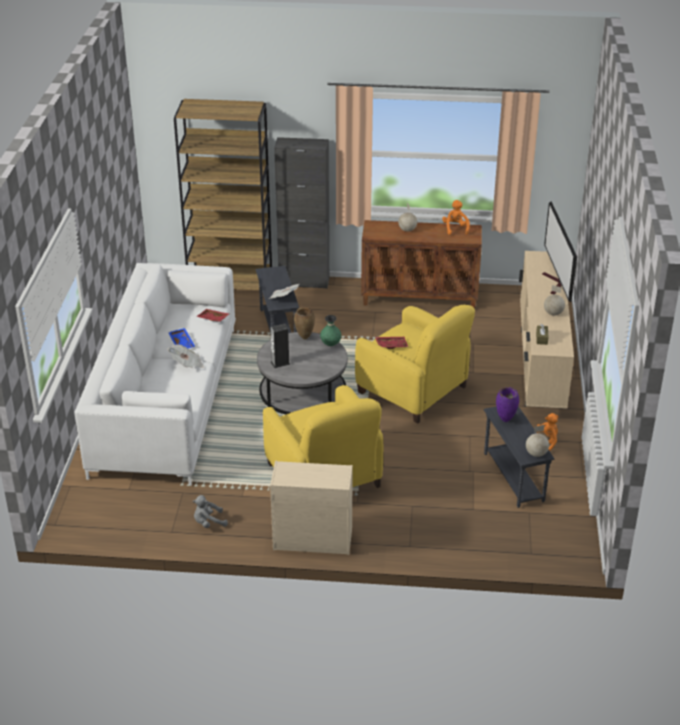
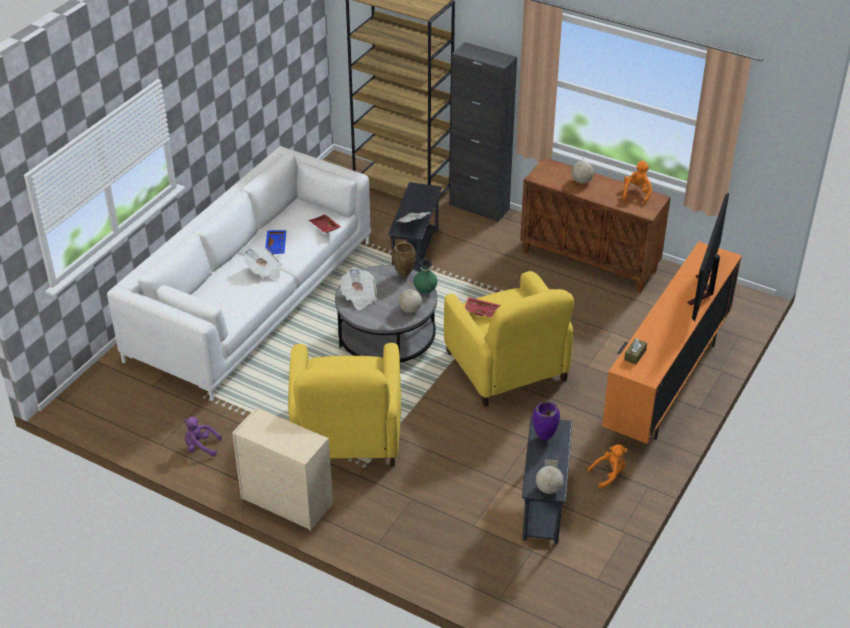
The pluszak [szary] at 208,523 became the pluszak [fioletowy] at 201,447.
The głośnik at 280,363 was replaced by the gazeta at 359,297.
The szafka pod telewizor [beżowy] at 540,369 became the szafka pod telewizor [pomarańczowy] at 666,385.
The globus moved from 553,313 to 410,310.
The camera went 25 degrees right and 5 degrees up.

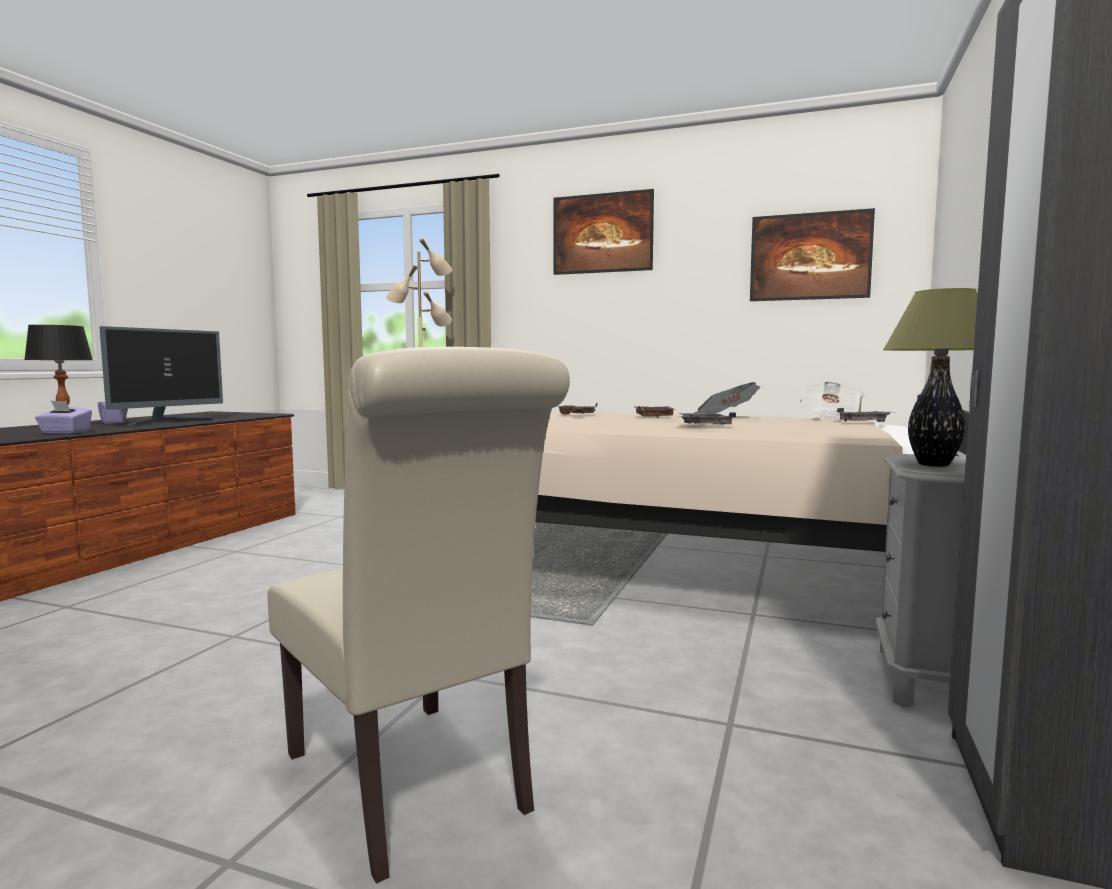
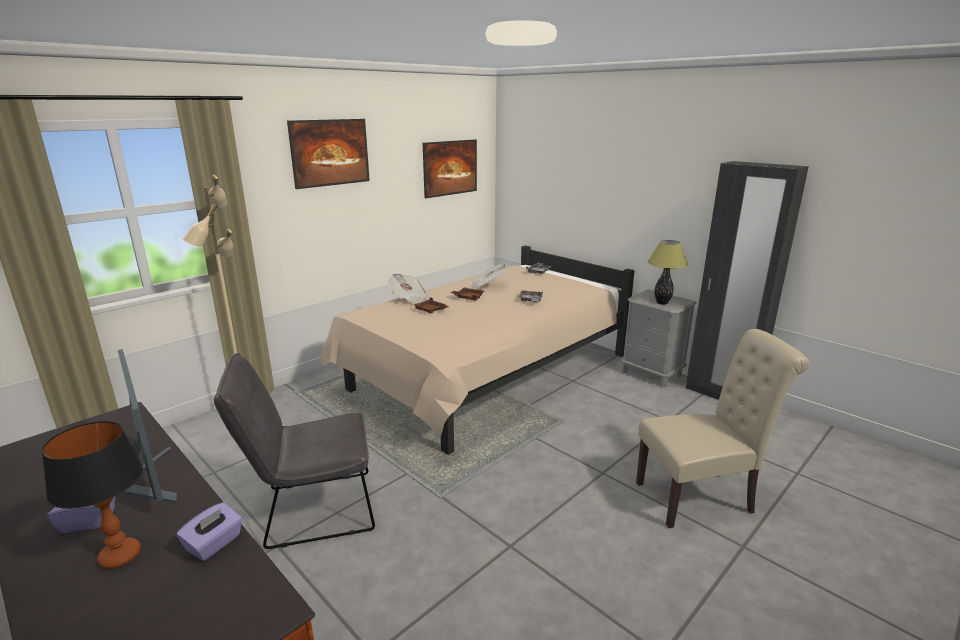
The gazeta moved from 831,418 to 408,299.
The krzesło [szary] at 311,510 appeared.
The camera went 65 degrees left and 15 degrees up.

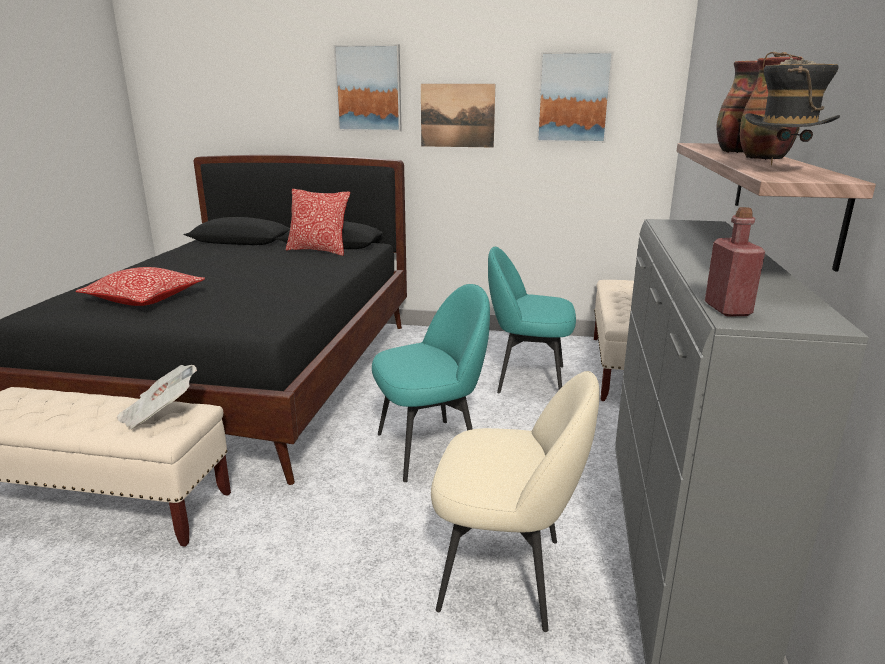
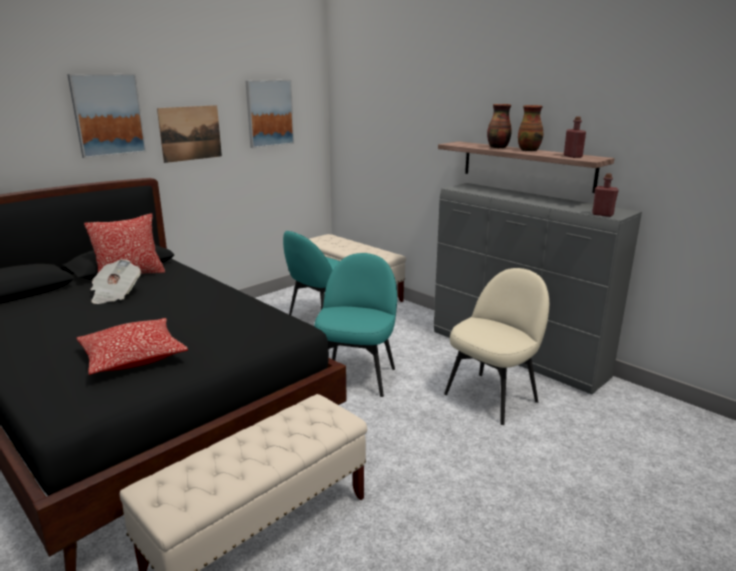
The gazeta moved from 159,414 to 115,294.
The kapelusz at 781,171 was replaced by the butelka [czerwony] at 572,156.
The camera went 55 degrees left and 0 degrees up.

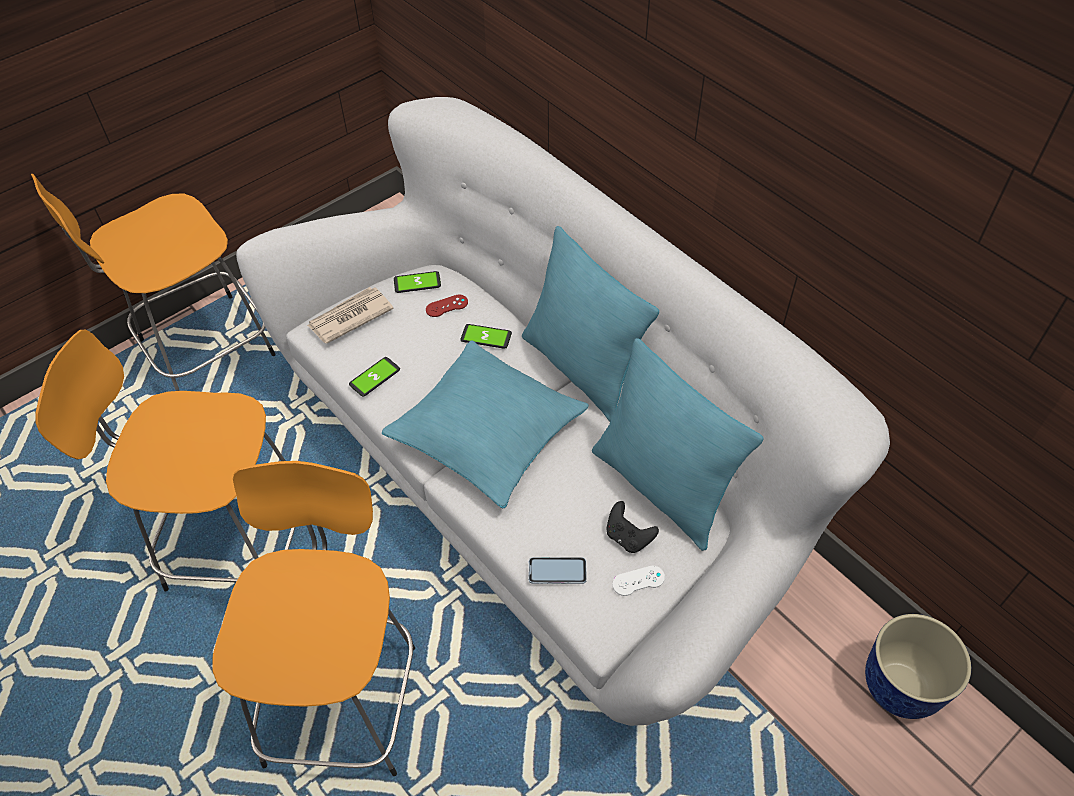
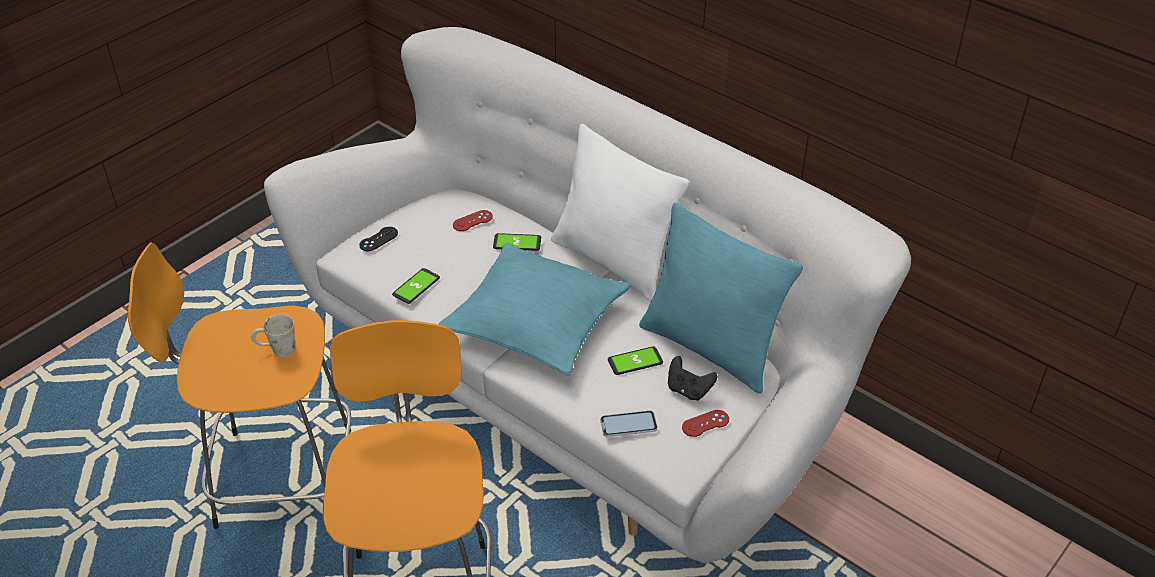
The stołek [pomarańczowy] at 202,350 disappeared.
The gazeta at 349,317 was replaced by the pad do gier [czarny] at 378,239.
The telefon moved from 417,283 to 635,361.
The poduszka [turkusowy] at 581,369 became the poduszka [biały] at 613,262.
The pad do gier [biały] at 638,581 became the pad do gier [czerwony] at 705,423.
The donica at 901,687 disappeared.
The kubek [biały] at 276,350 appeared.
The camera went 10 degrees left and 10 degrees down.

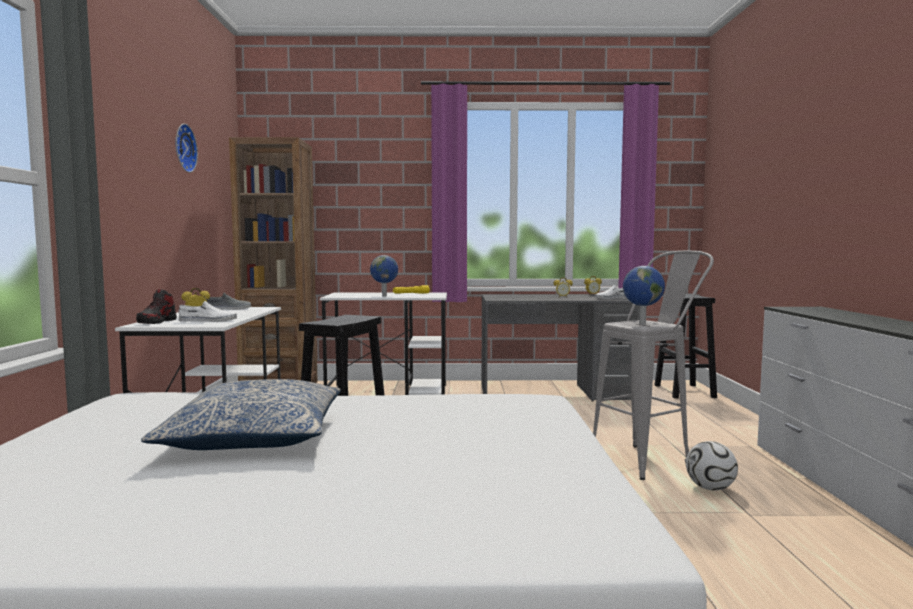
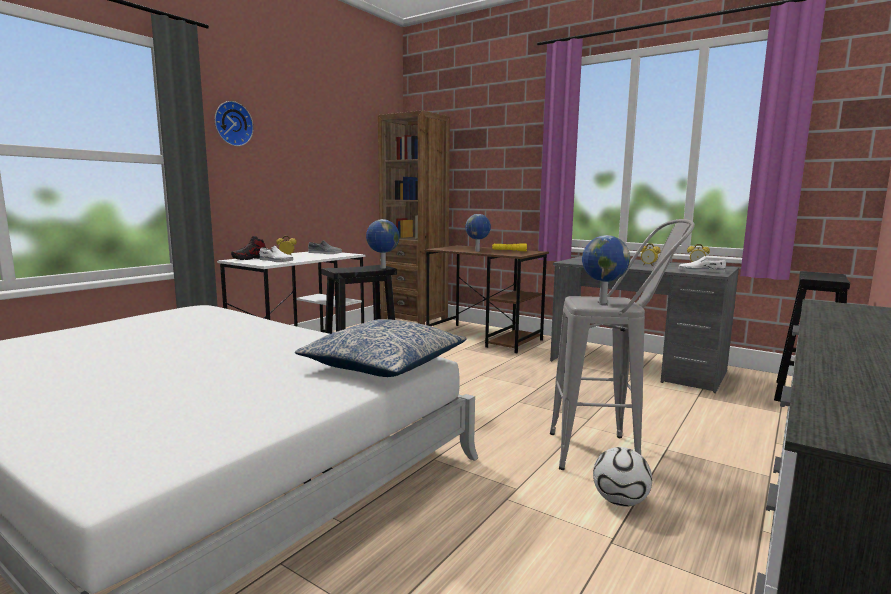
The poduszka moved from 255,436 to 384,364.
The zegar ścienny moved from 183,148 to 232,124.
The biurko [biały] at 389,392 became the biurko [brązowy] at 484,338.
The globus at 382,268 appeared.
The camera went 35 degrees right and 5 degrees up.

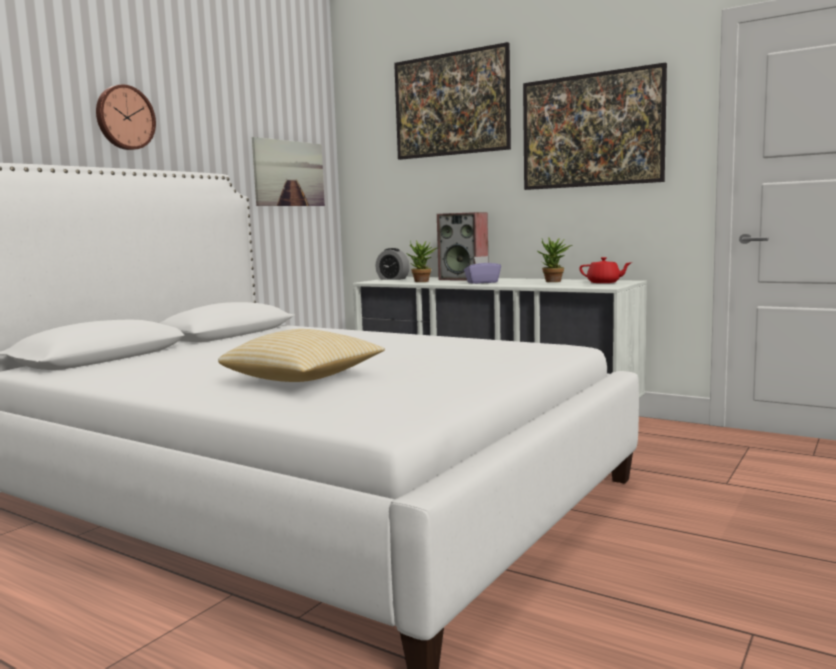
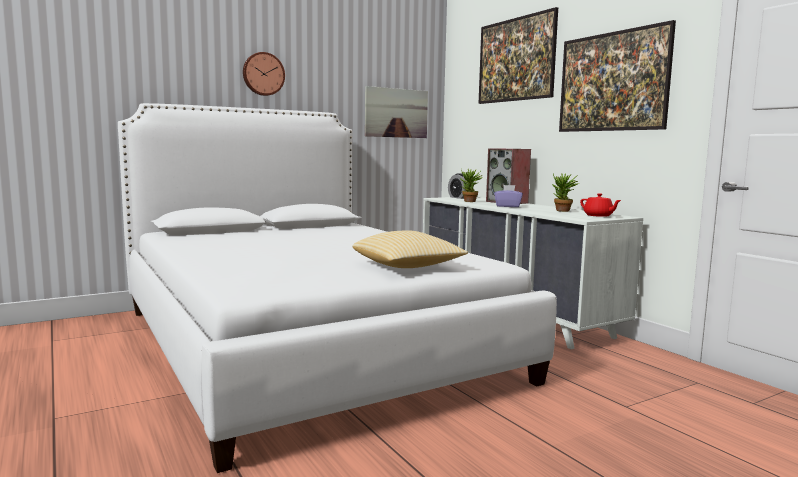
The poduszka moved from 303,379 to 407,267.
The camera went 25 degrees right and 0 degrees up.

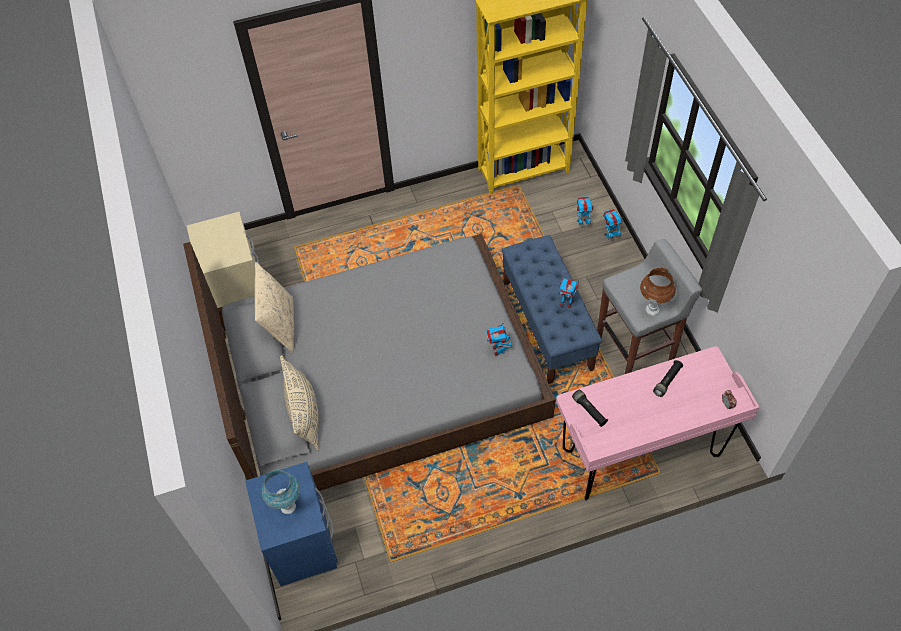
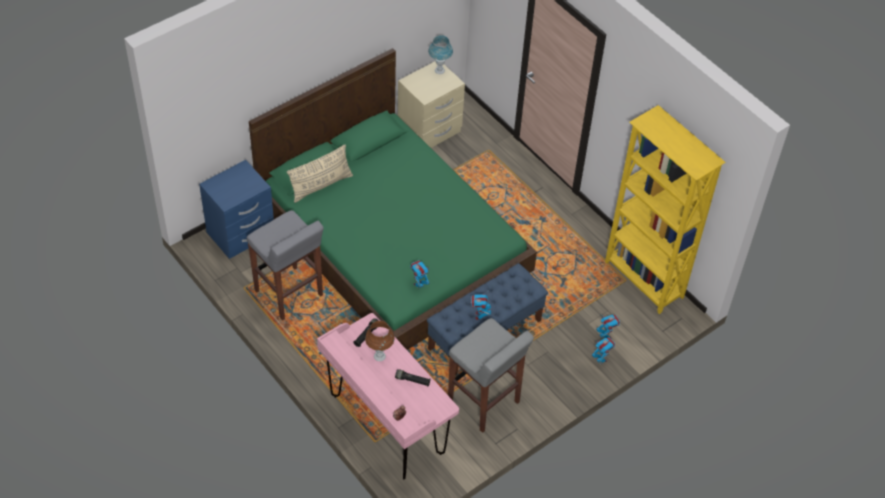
The łóżko [szary] at 379,375 became the łóżko [zielony] at 393,238.
The poduszka [beżowy] at 280,326 disappeared.
The lampa stołowa [niebieski] moved from 288,507 to 439,71.
The lampa stołowa [brązowy] moved from 652,310 to 379,356.
The stołek [szary] at 289,294 appeared.
The camera went 65 degrees right and 5 degrees down.

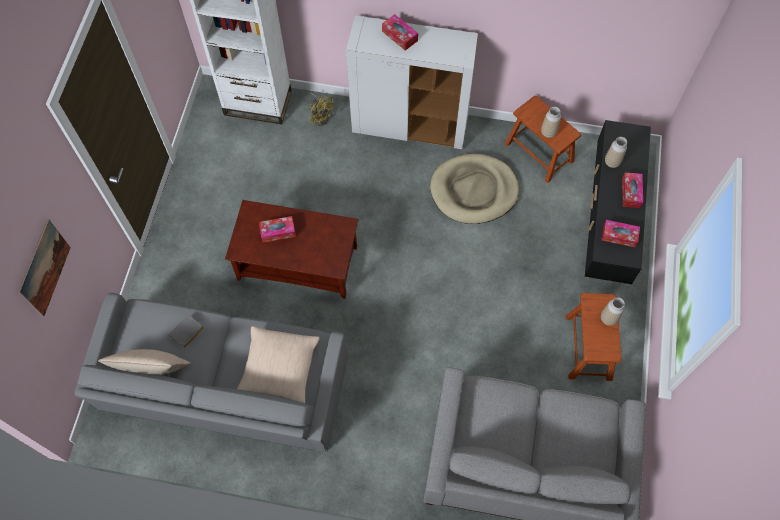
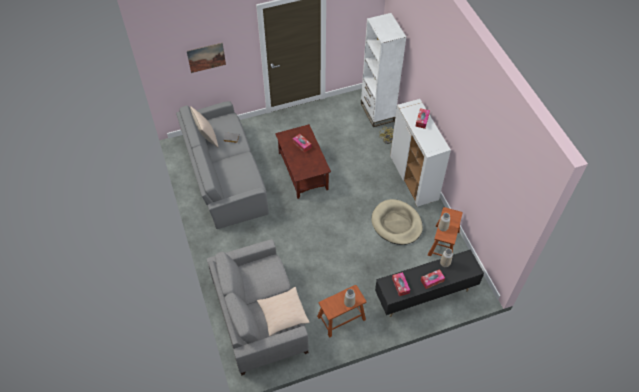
The poduszka [beżowy] moved from 279,368 to 283,314.
The camera went 60 degrees right and 10 degrees down.

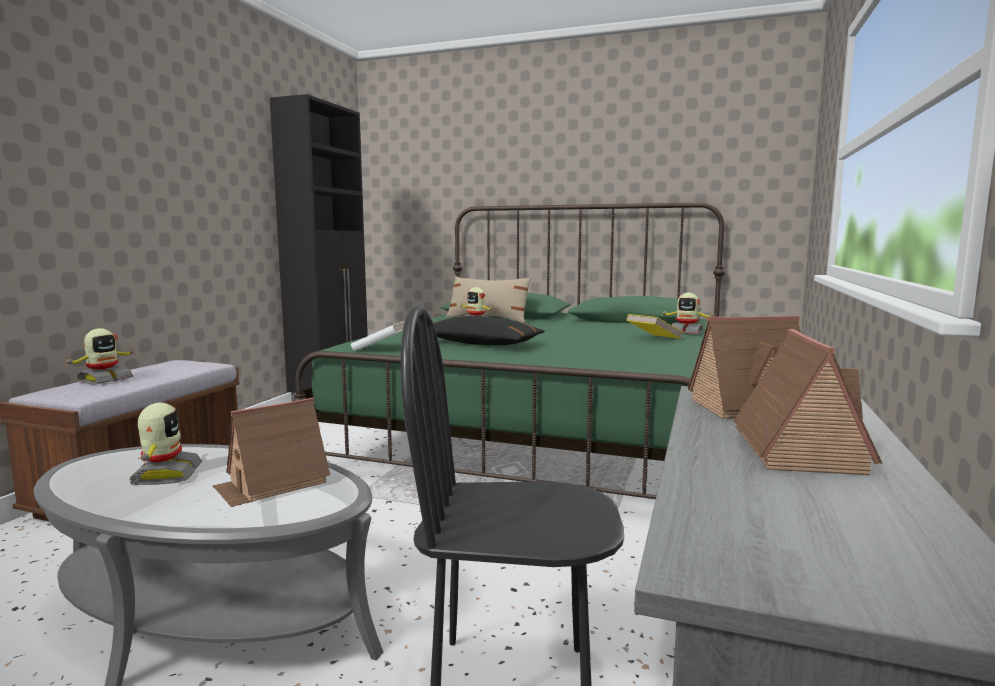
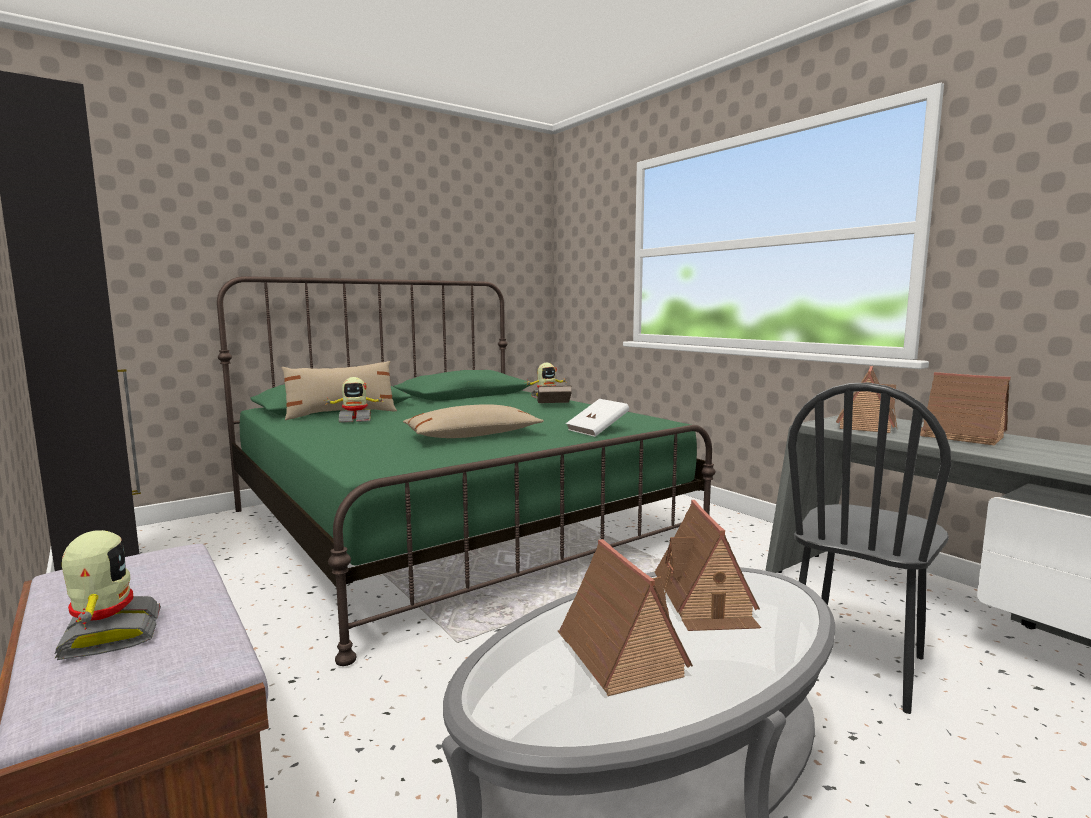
The robot zabawkowy at 165,475 was replaced by the domek at 618,655.
The książka [biały] moved from 382,348 to 597,430.
The poduszka [czarny] at 480,344 became the poduszka [beżowy] at 472,436.
The książka [żółty] at 654,338 became the książka [brązowy] at 553,405.
The camera went 55 degrees left and 0 degrees up.

